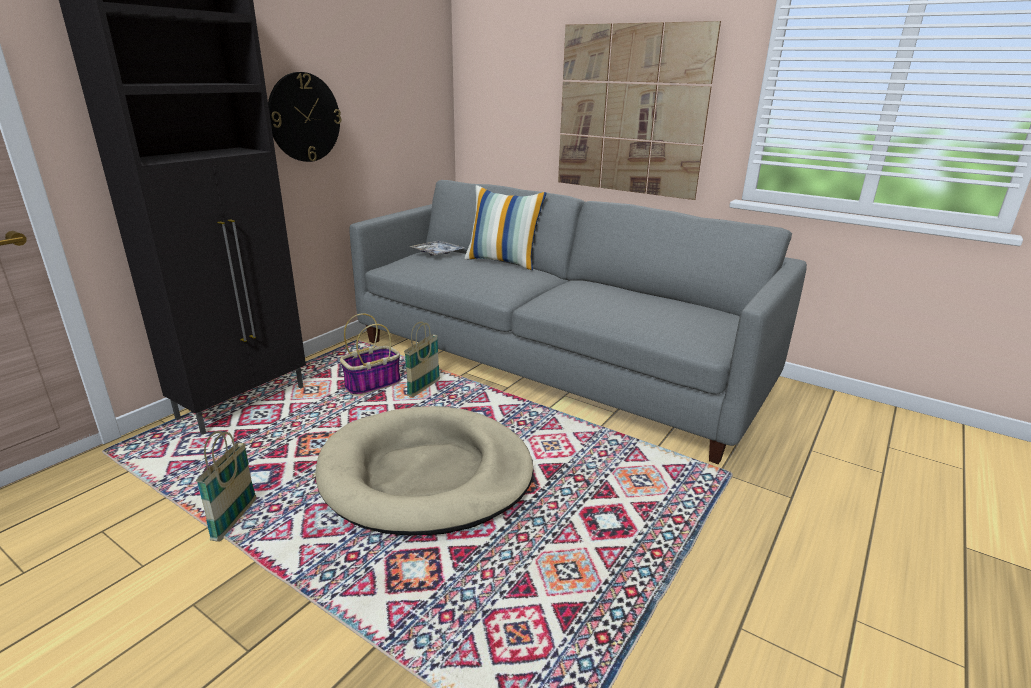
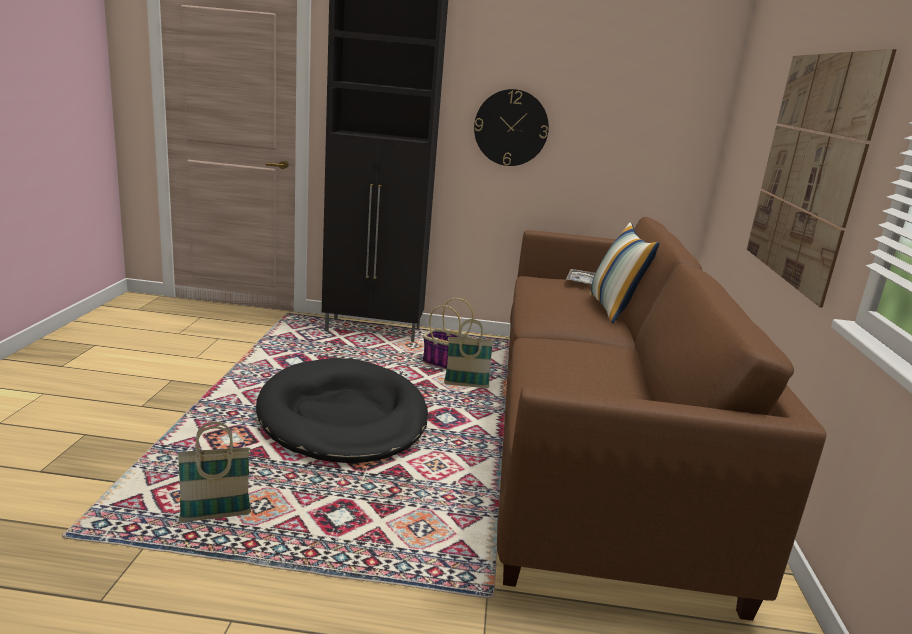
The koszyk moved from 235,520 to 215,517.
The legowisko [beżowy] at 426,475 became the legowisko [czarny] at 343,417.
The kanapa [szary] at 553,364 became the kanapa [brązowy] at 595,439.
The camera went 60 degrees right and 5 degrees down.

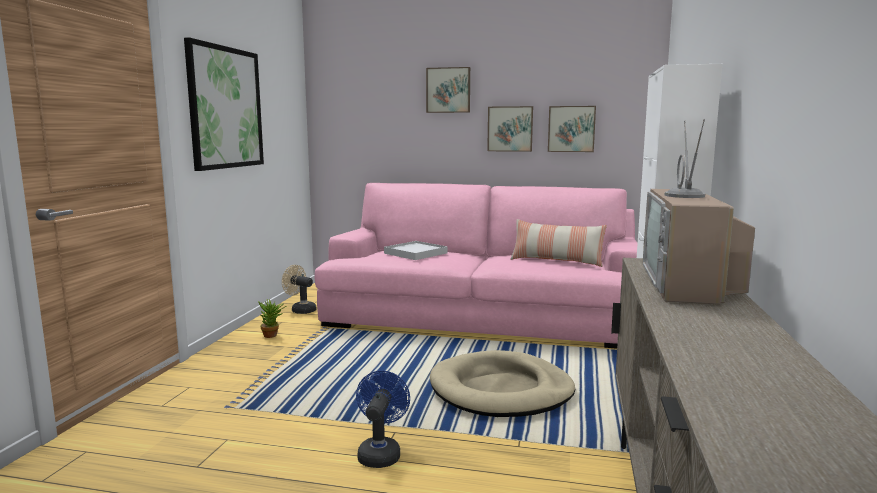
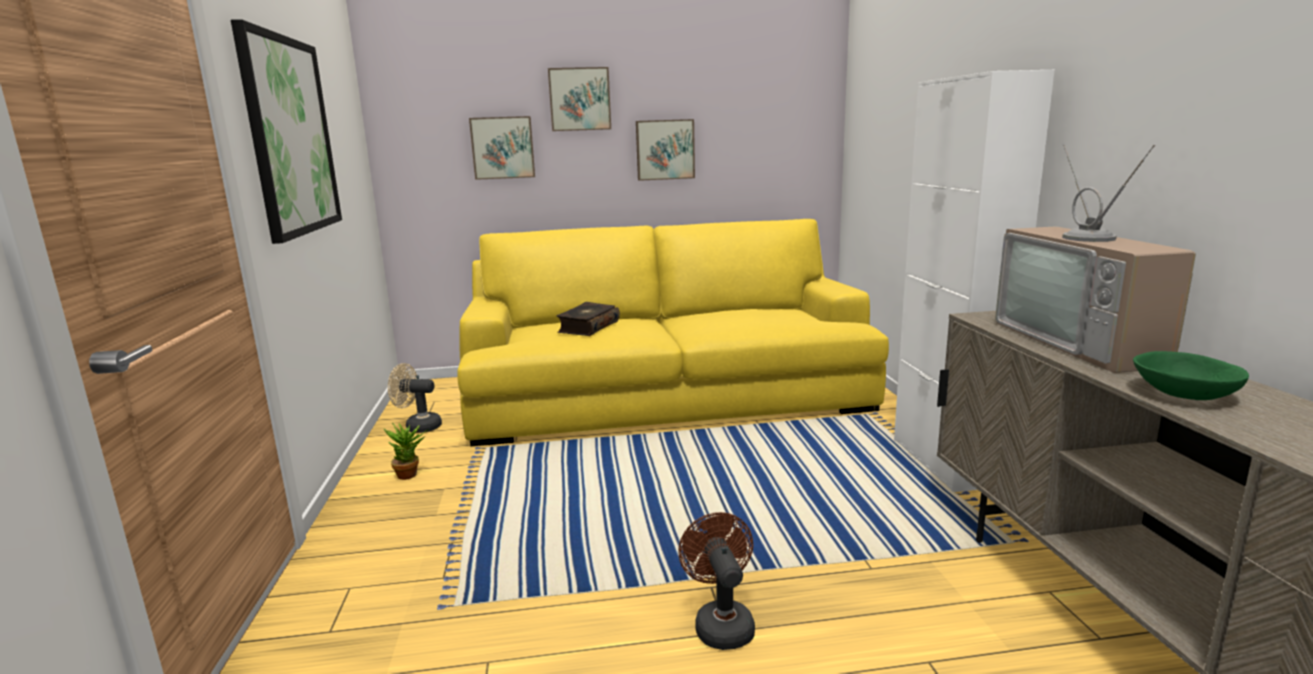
The kanapa [różowy] at 482,314 became the kanapa [żółty] at 667,393.
The wentylator [niebieski] at 380,453 became the wentylator [brązowy] at 721,623.
The taca [biały] at 415,253 was replaced by the książka at 588,327.
The legowisko [beżowy] at 501,390 disappeared.
The poduszka at 556,261 disappeared.
The obraz moved from 571,129 to 503,148.
The miska [zielony] at 1182,393 appeared.
The camera went 20 degrees left and 5 degrees up.

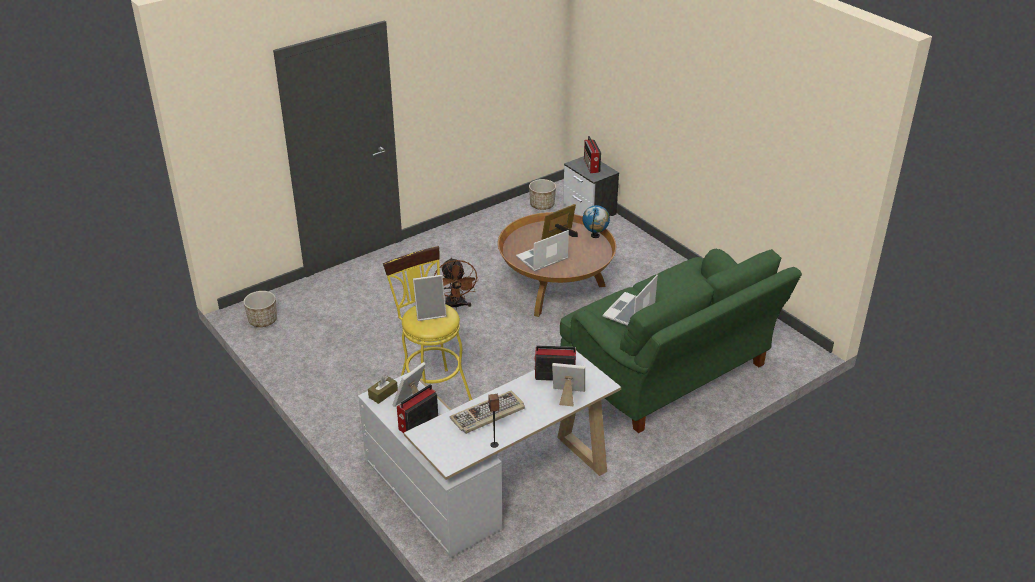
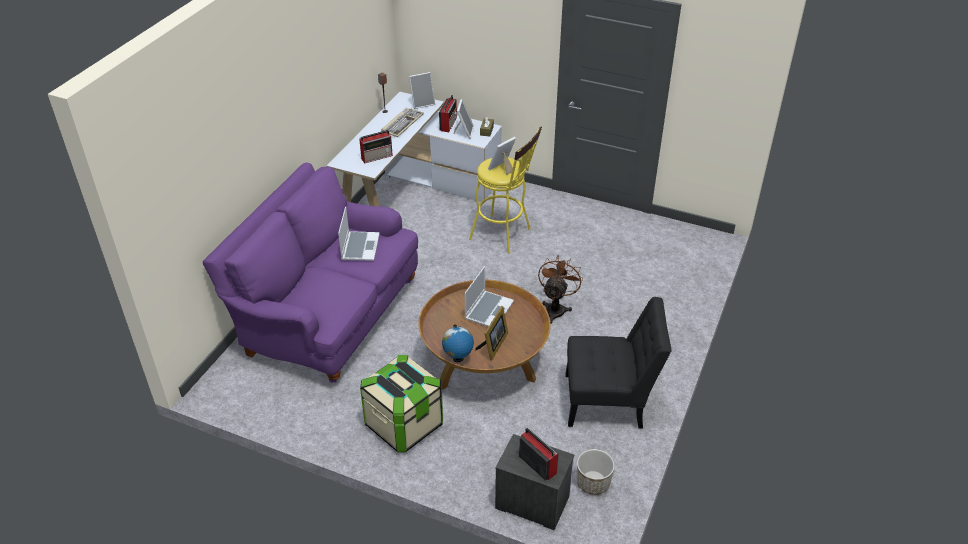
The donica at 263,320 disappeared.
The wentylator [brązowy] at 455,306 turned 60 degrees clockwise.
The ramka na zdjęcie moved from 567,396 to 422,103.
The kanapa [zielony] at 670,374 became the kanapa [fioletowy] at 327,316.
The pojemnik do przechowywania at 404,424 appeared.
The krzesło [czarny] at 609,401 appeared.
The camera went 150 degrees right and 5 degrees up.

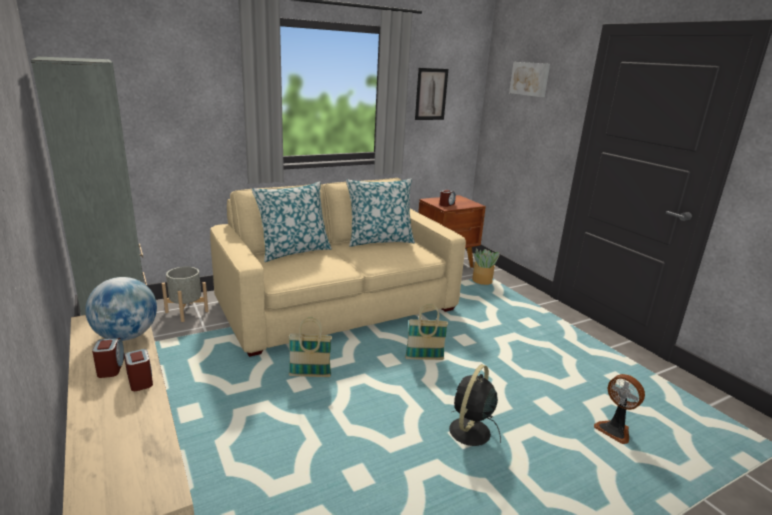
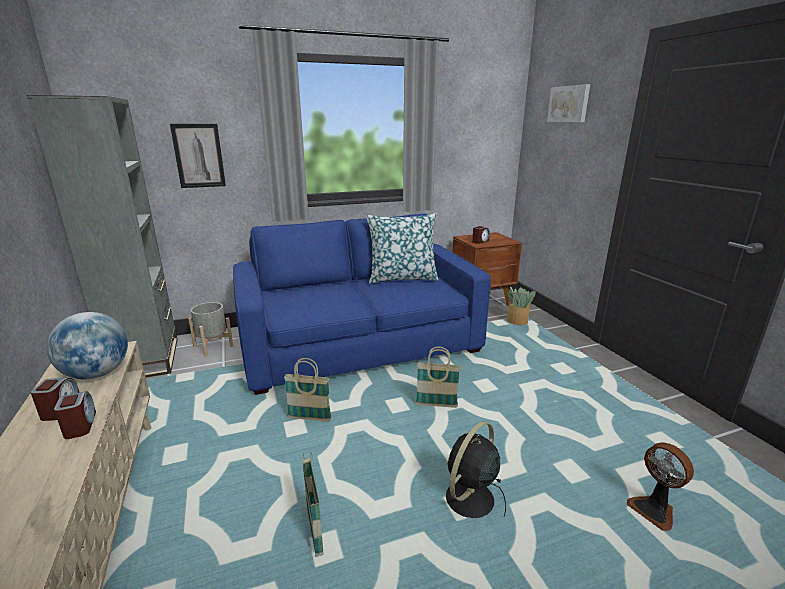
The kanapa [beżowy] at 337,306 became the kanapa [niebieski] at 359,344.
The poduszka at 294,251 disappeared.
The obraz moved from 431,94 to 199,156.
The koszyk at 315,531 appeared.
The camera went 10 degrees right and 0 degrees up.

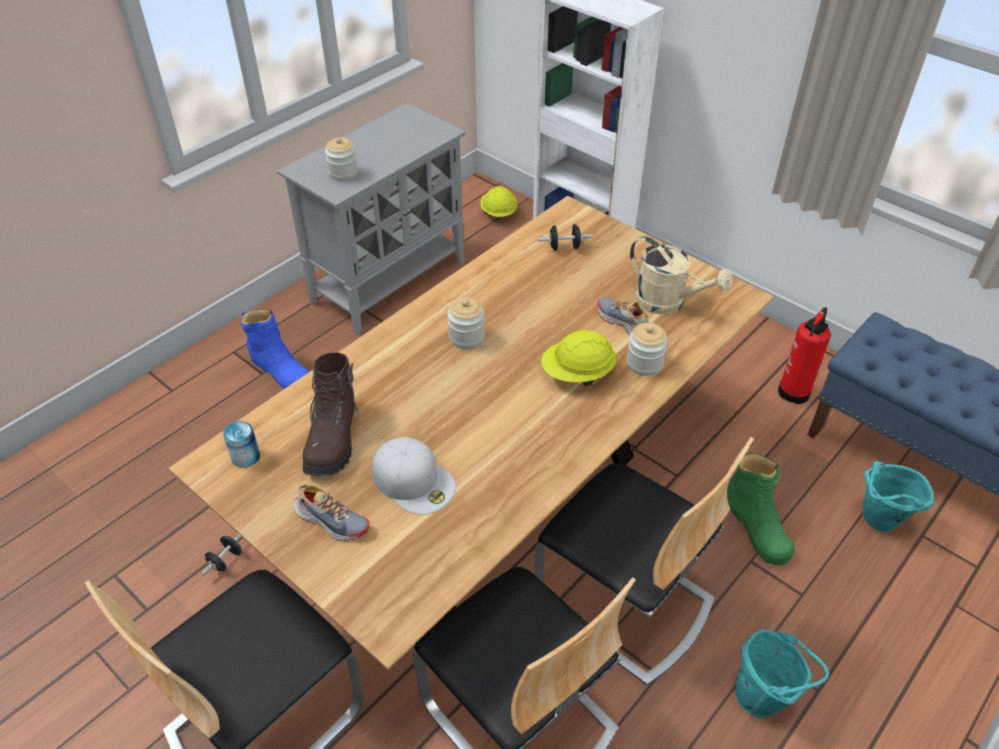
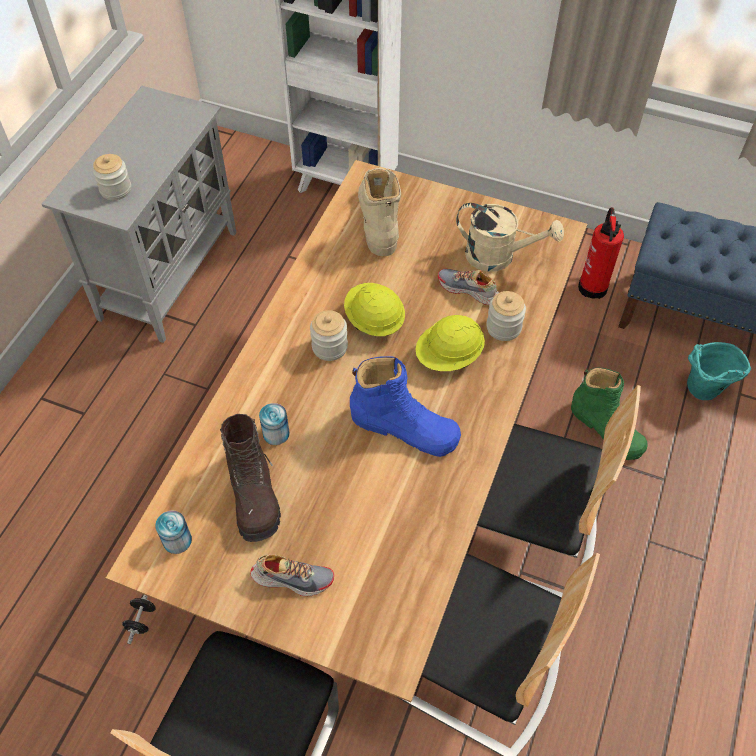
The but z cholewką [niebieski] moved from 281,370 to 404,428.
The czapka z daszkiem [biały] at 414,480 disappeared.
The kask [żółty] moved from 498,213 to 374,320.
The hantel [czarny] at 564,247 was replaced by the but z cholewką [beżowy] at 378,220.
The wiadro [turkusowy] at 764,698 disappeared.
The puszka at 276,433 appeared.
The camera went 20 degrees left and 10 degrees up.

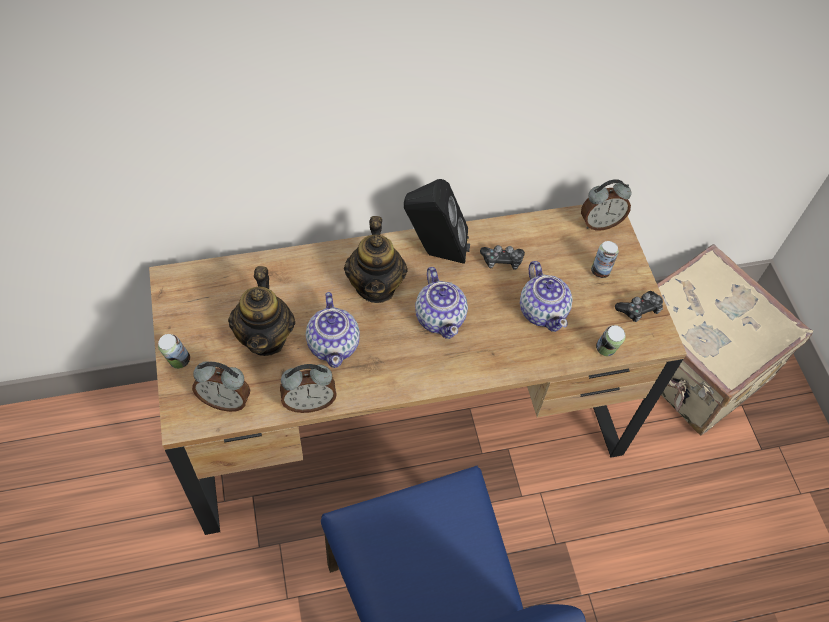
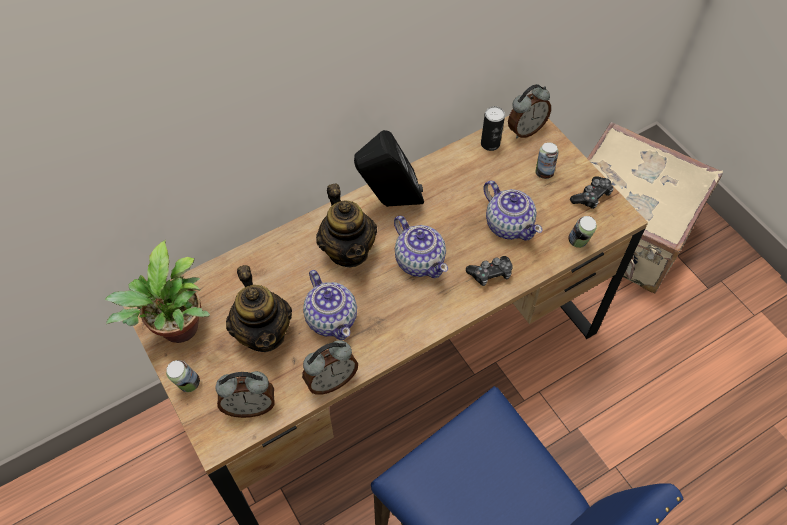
The pad do gier moved from 502,261 to 490,274.
The roślina doniczkowa at 178,332 appeared.
The puszka at 490,143 appeared.
The camera went 15 degrees left and 0 degrees up.

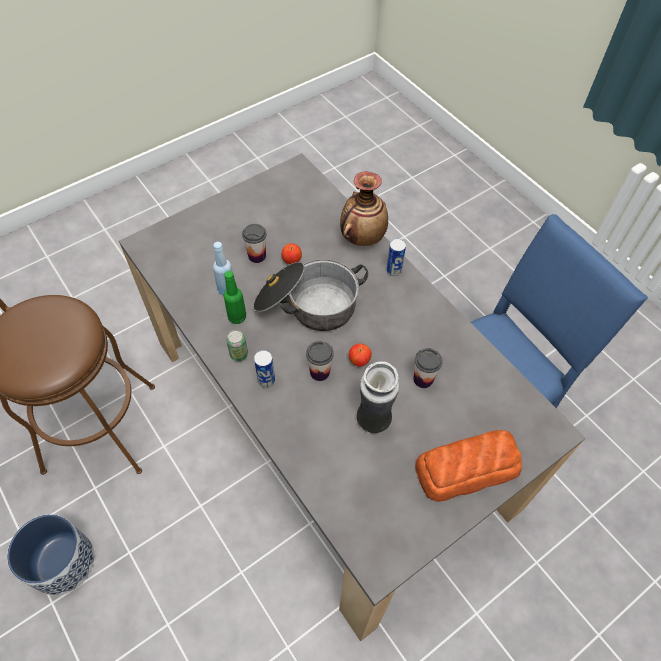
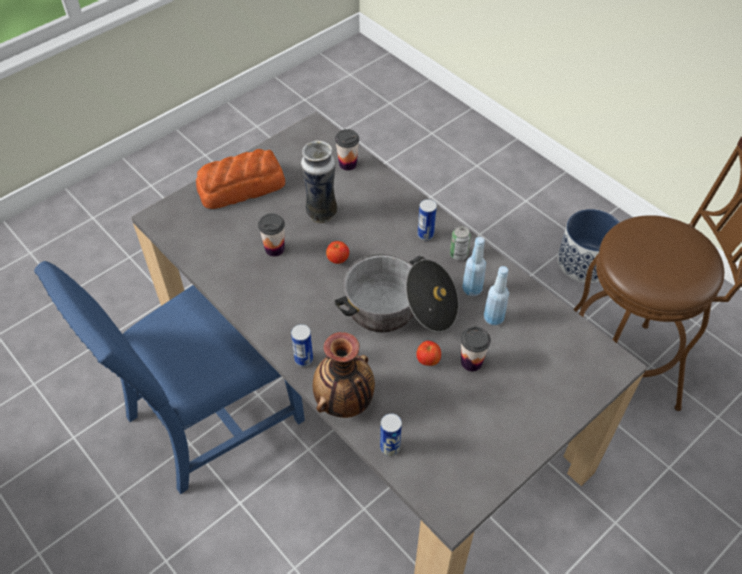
The butelka [zielony] at 237,317 became the butelka [niebieski] at 472,289.
The filiżanka moved from 319,372 to 347,164.
The puszka at 390,447 appeared.
The camera went 175 degrees right and 5 degrees down.

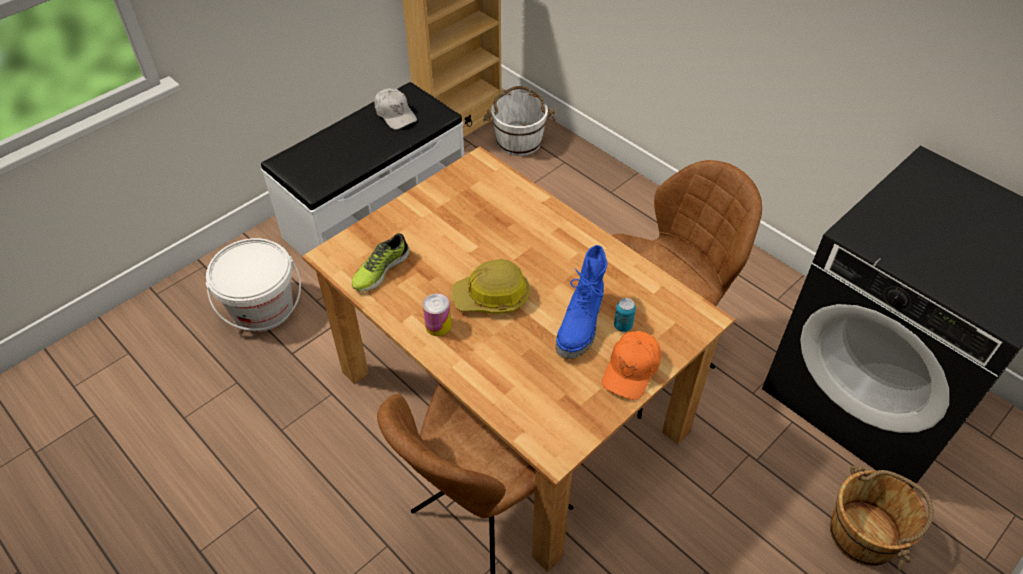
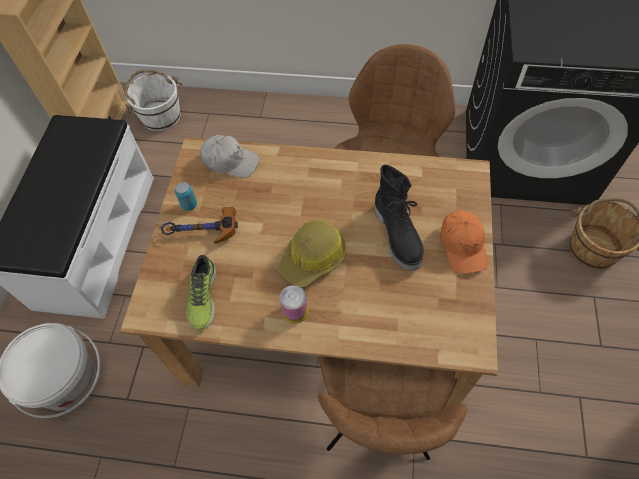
The czapka z daszkiem [biały] moved from 395,114 to 230,161.
The but z cholewką [niebieski] at 581,326 became the but z cholewką [czarny] at 398,235.
The puszka moved from 623,326 to 189,205.
The młotek at 200,233 appeared.
The camera went 35 degrees left and 10 degrees up.

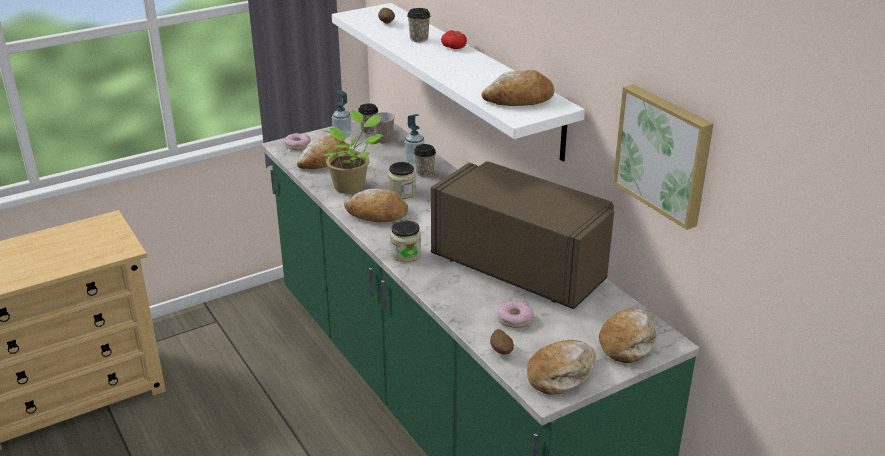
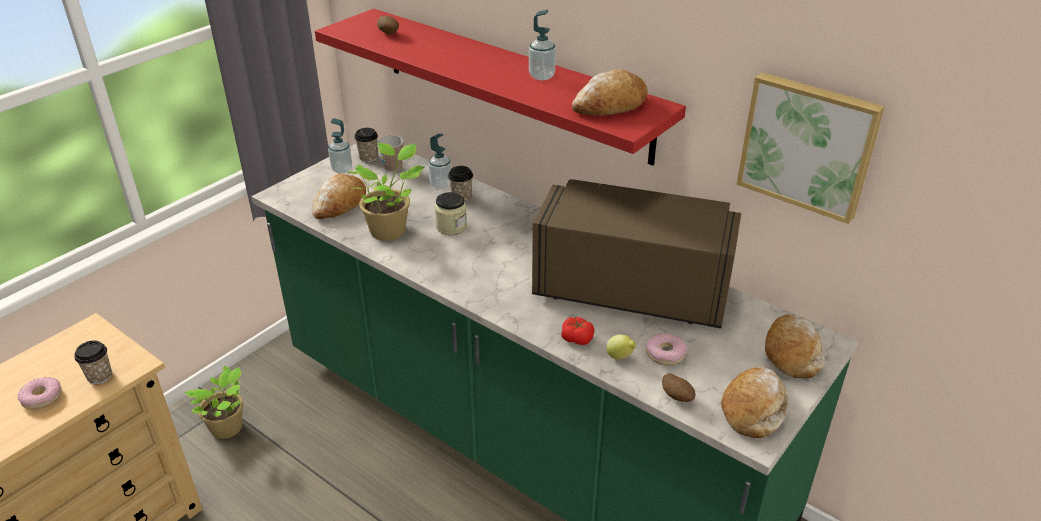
The donut moved from 297,145 to 42,397.
The półka [biały] at 474,77 became the półka [czerwony] at 512,83.
The chleb at 377,214 disappeared.
The słoik at 406,254 disappeared.
The filiżanka moved from 419,39 to 100,376.
The pomidor moved from 454,47 to 577,338.
The roślina doniczkowa at 229,429 appeared.
The dozownik mydła at 541,76 appeared.
The cytryna at 620,357 appeared.
The camera went 20 degrees left and 5 degrees up.

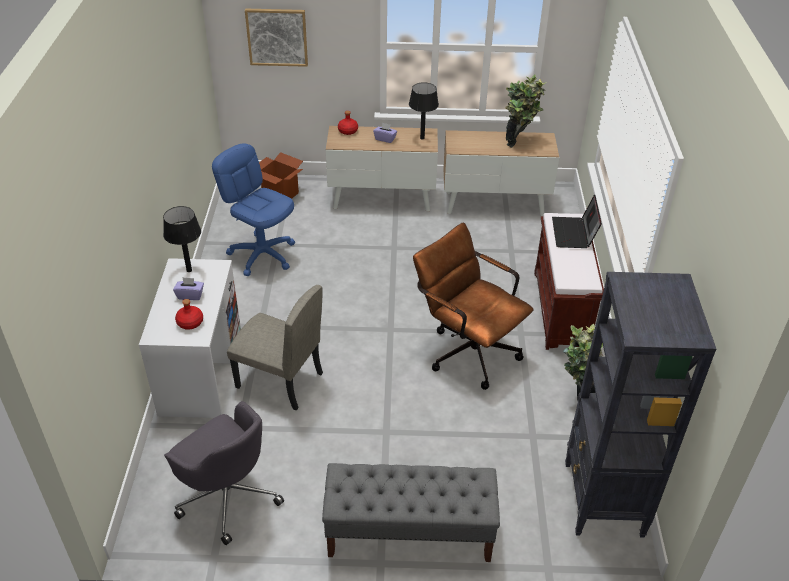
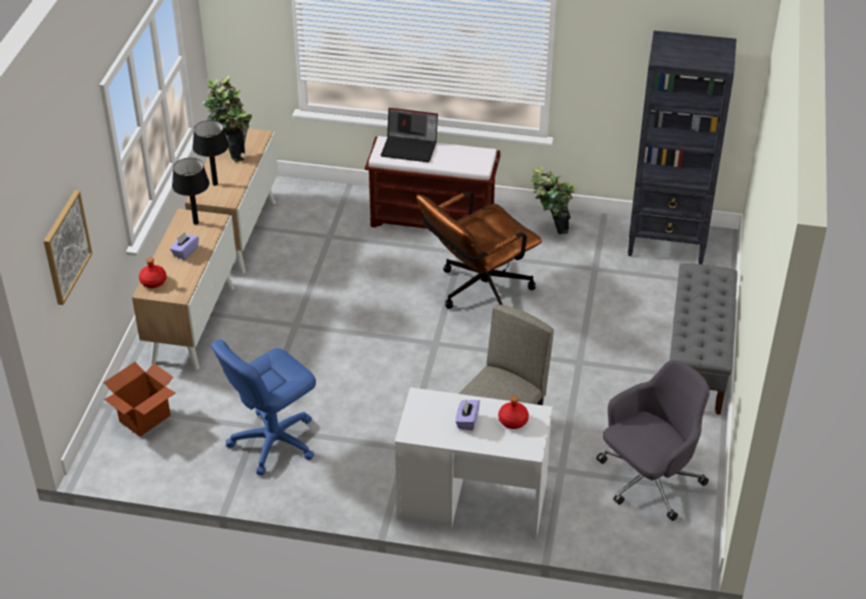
The lampa stołowa [czarny] moved from 189,270 to 215,184.
The camera went 80 degrees left and 0 degrees up.

